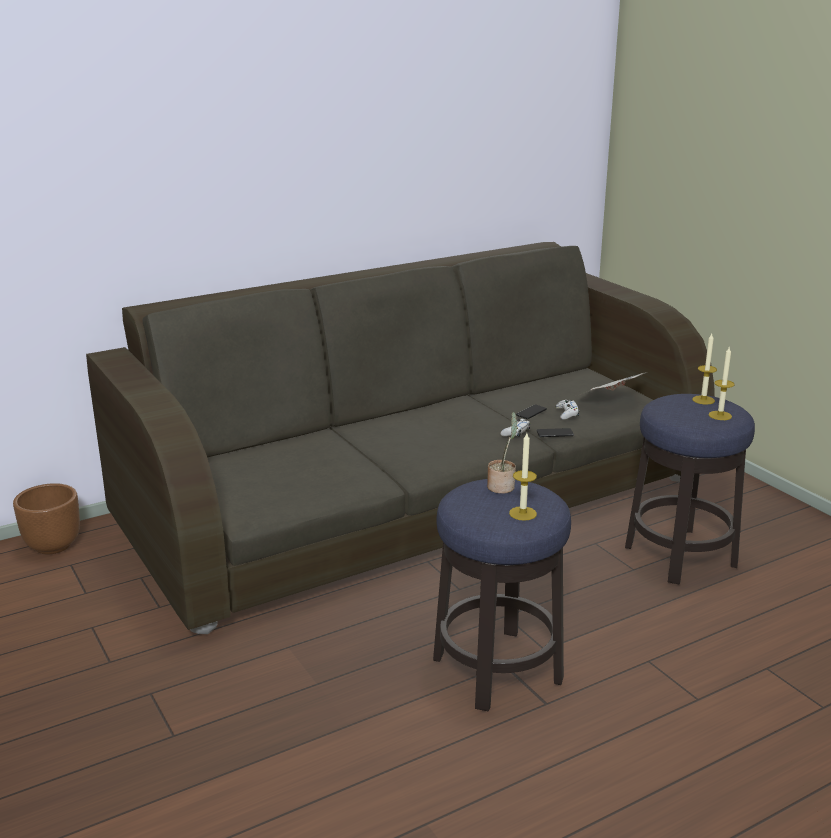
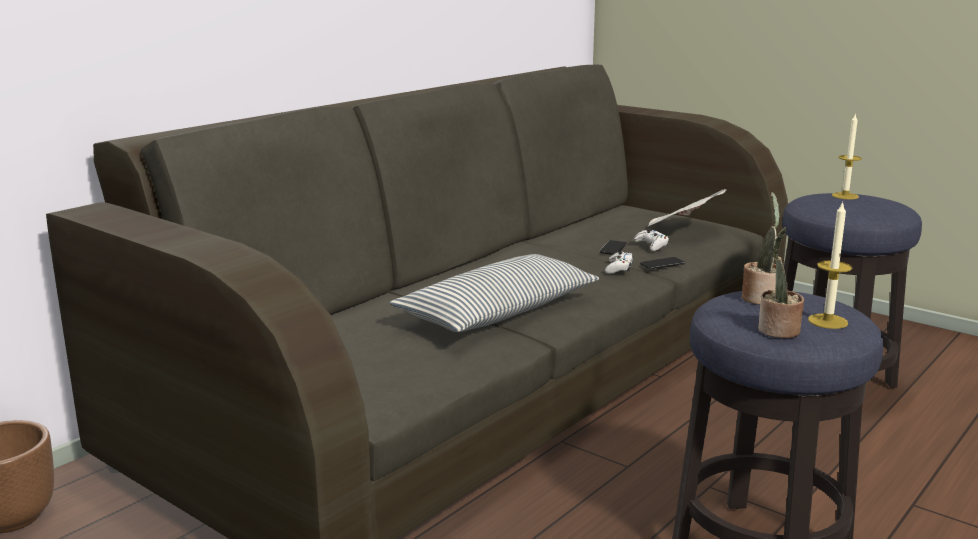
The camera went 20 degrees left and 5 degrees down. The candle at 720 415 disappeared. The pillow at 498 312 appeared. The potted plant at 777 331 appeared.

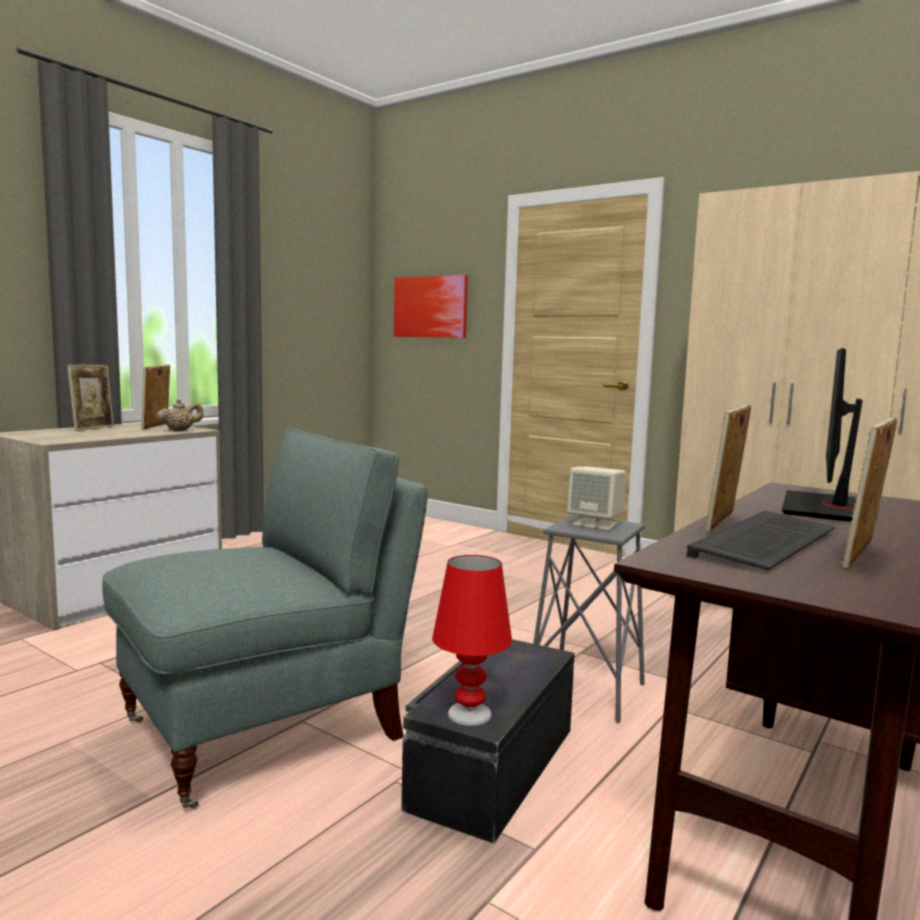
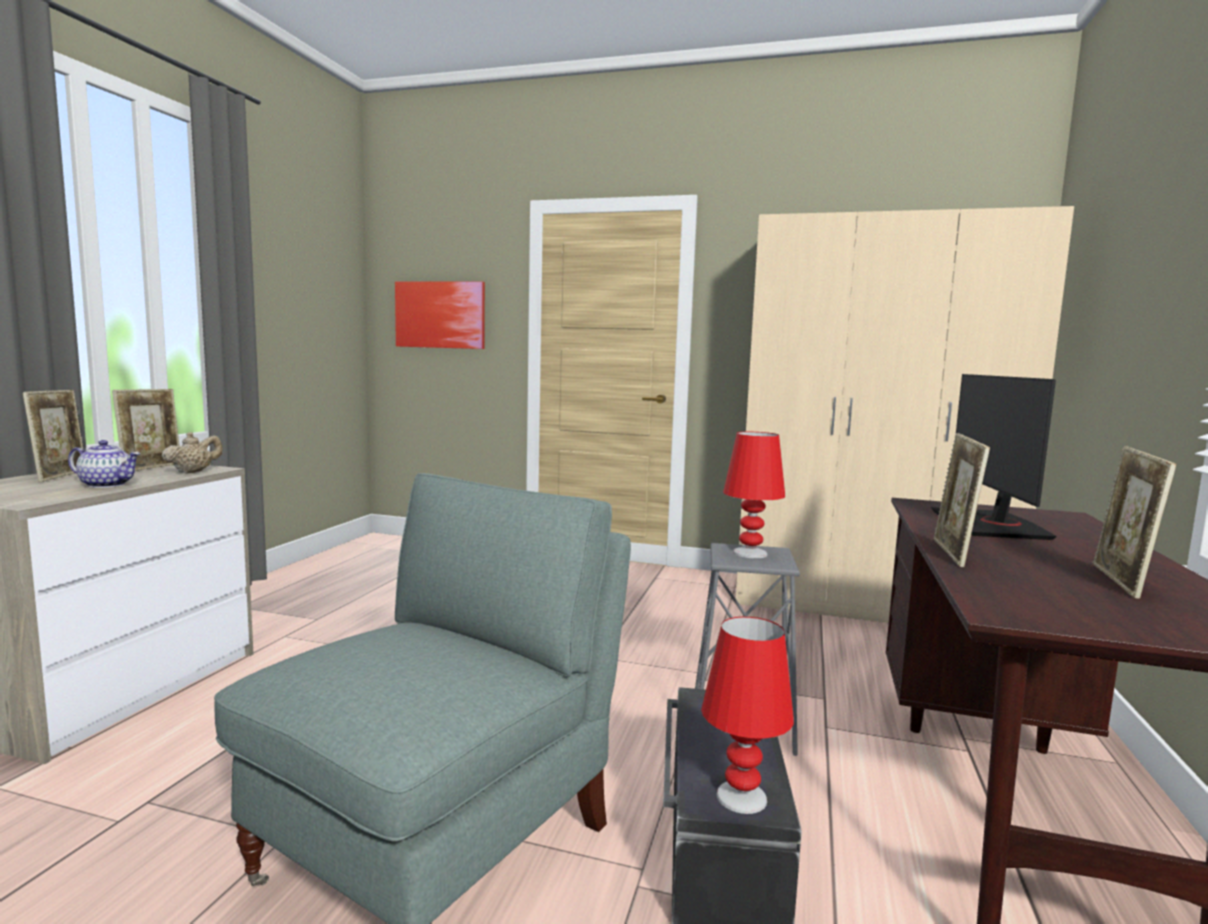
The camera went 20 degrees left and 0 degrees up. The picture frame at 157 427 turned 150 degrees counterclockwise. The beige speaker at 596 524 was replaced by the red table lamp at 750 553. The keyboard at 766 545 disappeared. The teapot at 107 485 appeared.

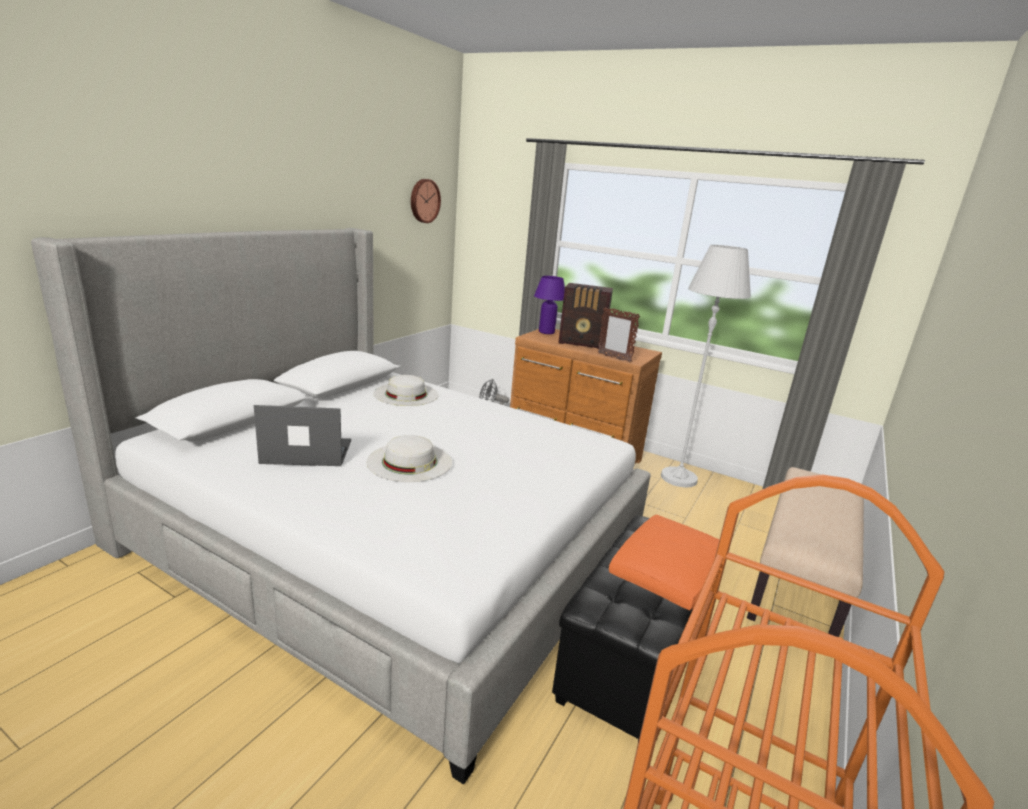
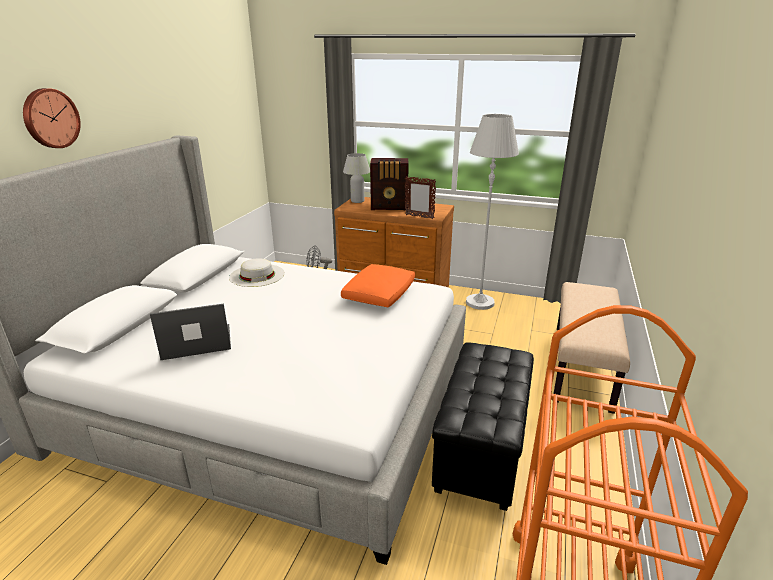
The camera went 10 degrees left and 5 degrees up. The white hat at 409 461 disappeared. The wall clock moved from 424 201 to 50 118. The purple table lamp at 546 332 became the white table lamp at 357 201. The orange pillow moved from 667 572 to 379 294.

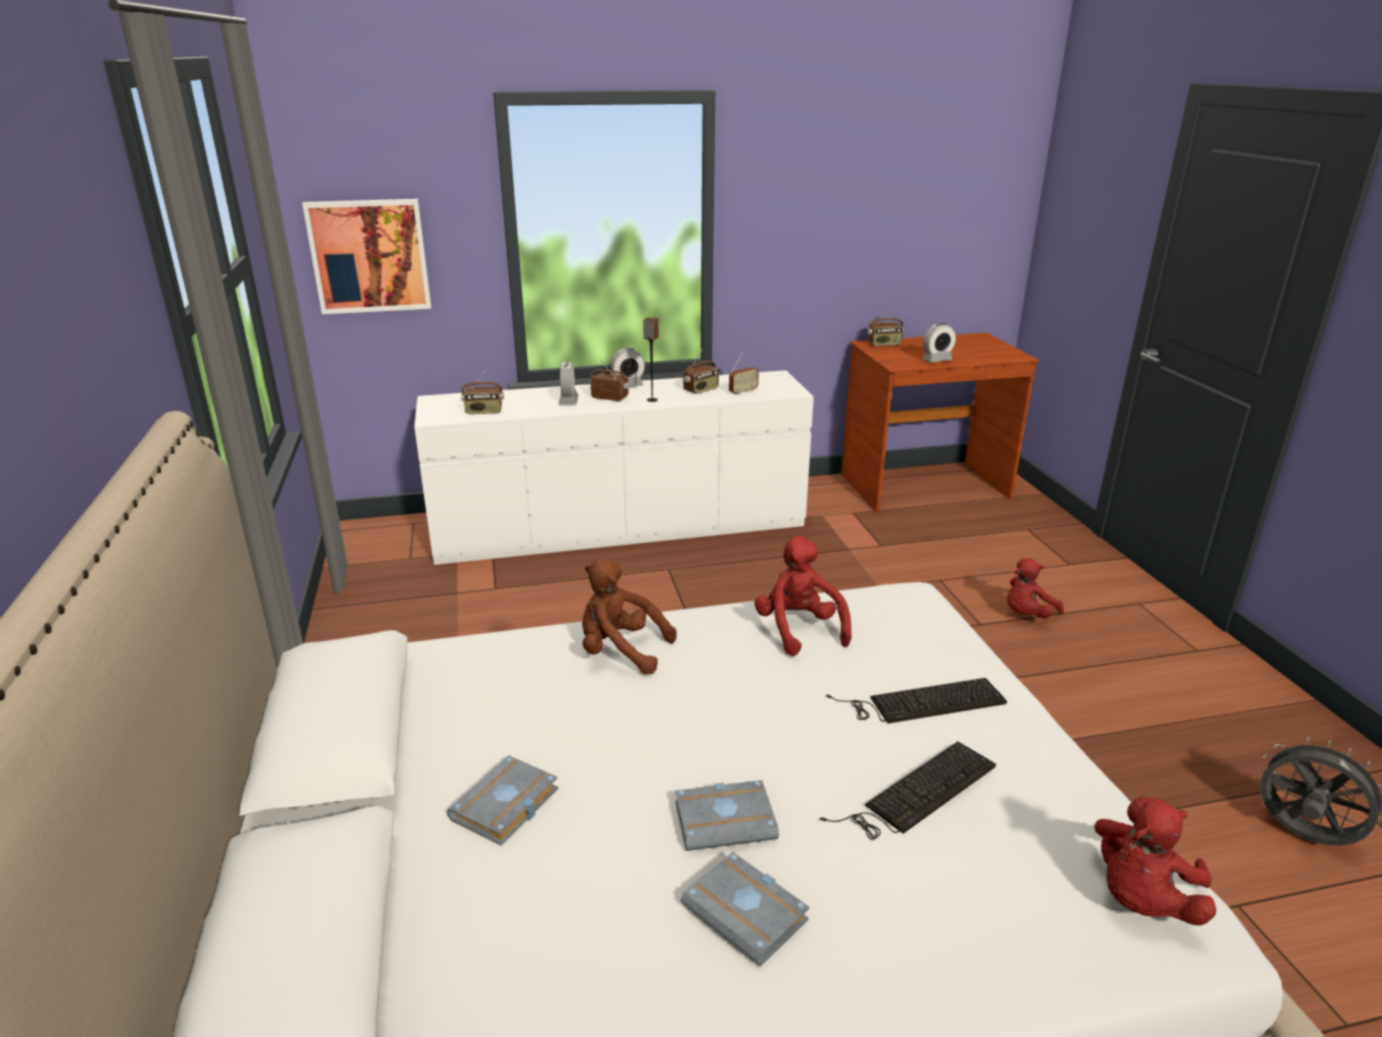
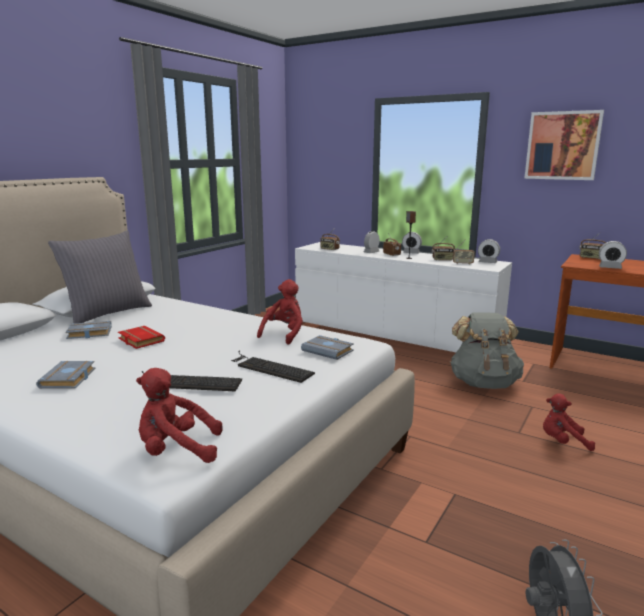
The camera went 45 degrees right and 10 degrees down. The picture moved from 369 256 to 562 145. The brown plush toy at 620 651 disappeared. The grey book moved from 726 819 to 329 351. The grey pillow at 107 313 appeared. The red book at 139 340 appeared. The grey backpack at 484 383 appeared. The alarm clock at 487 262 appeared.

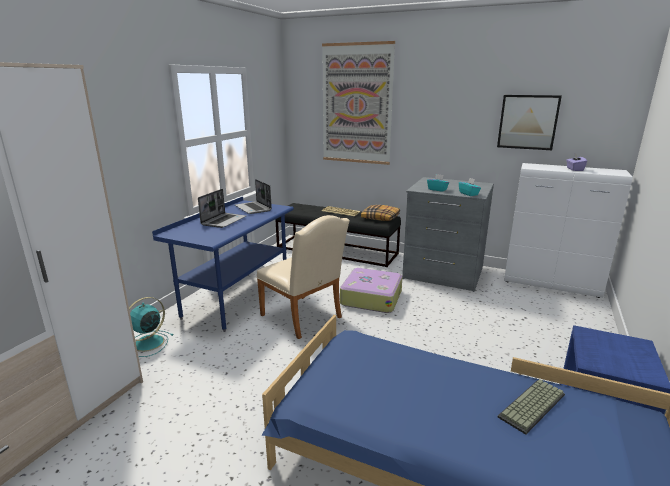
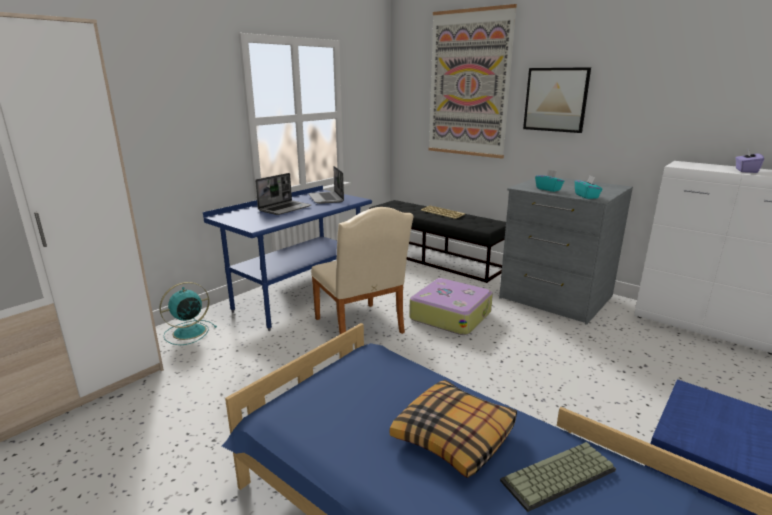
The camera went 15 degrees right and 0 degrees up. The pillow moved from 381 218 to 454 436. The picture moved from 528 122 to 555 100.

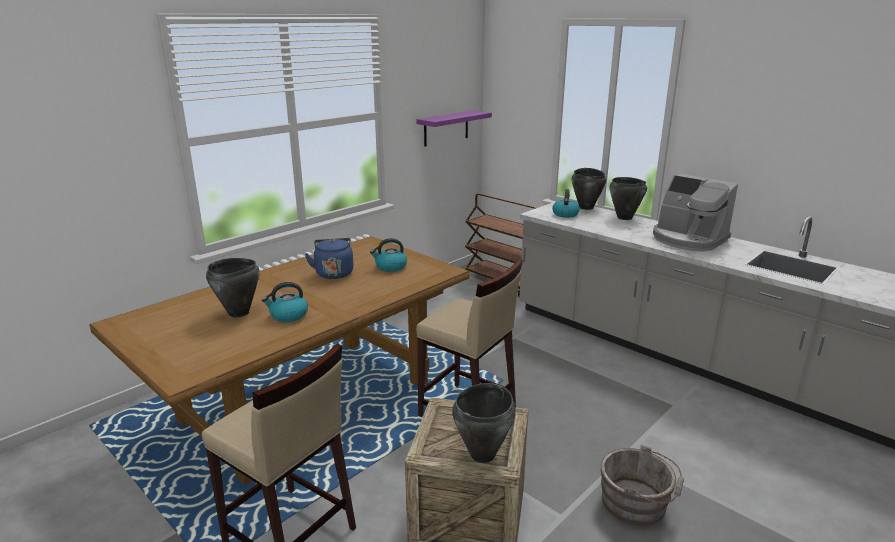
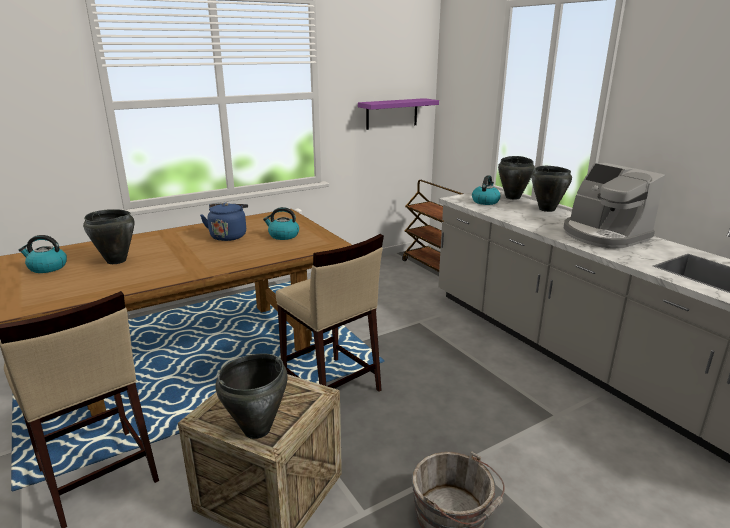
The camera went 15 degrees right and 0 degrees up. The kettle moved from 288 315 to 47 267.

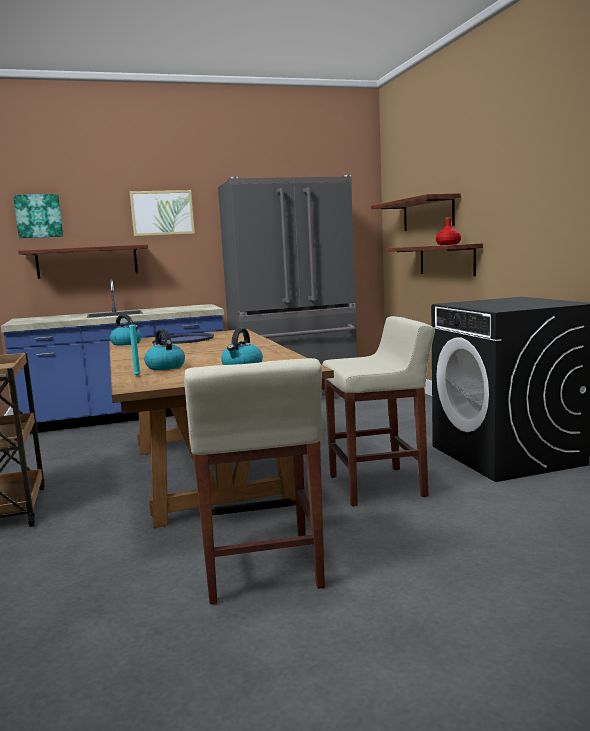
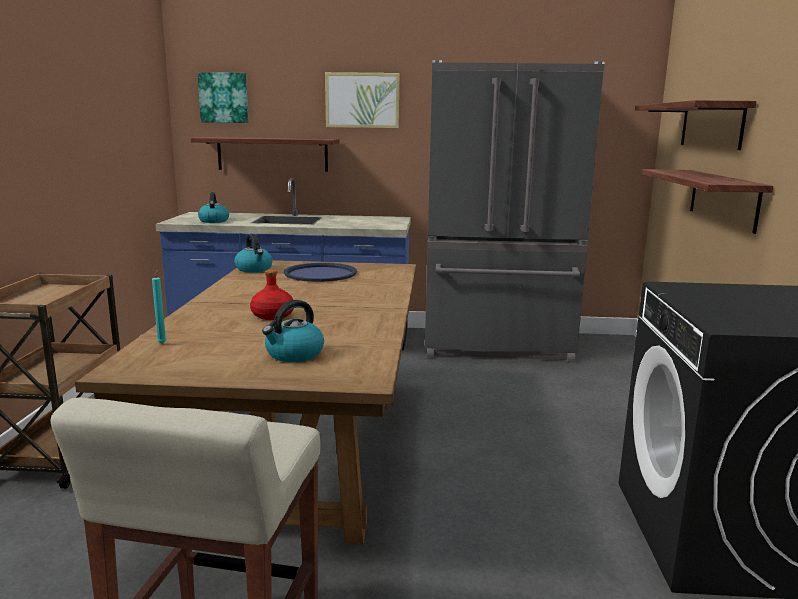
The camera went 20 degrees right and 5 degrees up. The kettle moved from 165 367 to 214 221. The beige stool at 378 486 disappeared. The red bottle moved from 448 244 to 273 315.

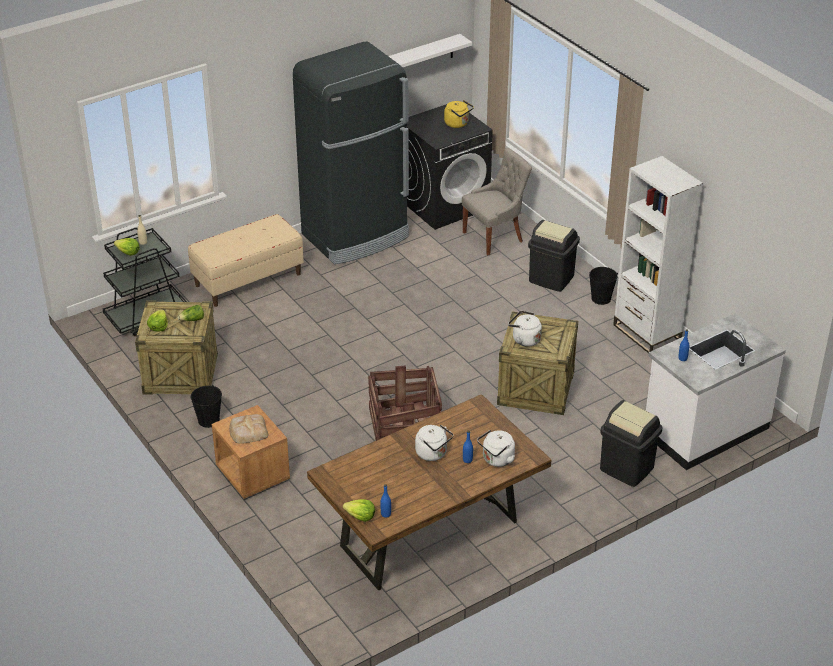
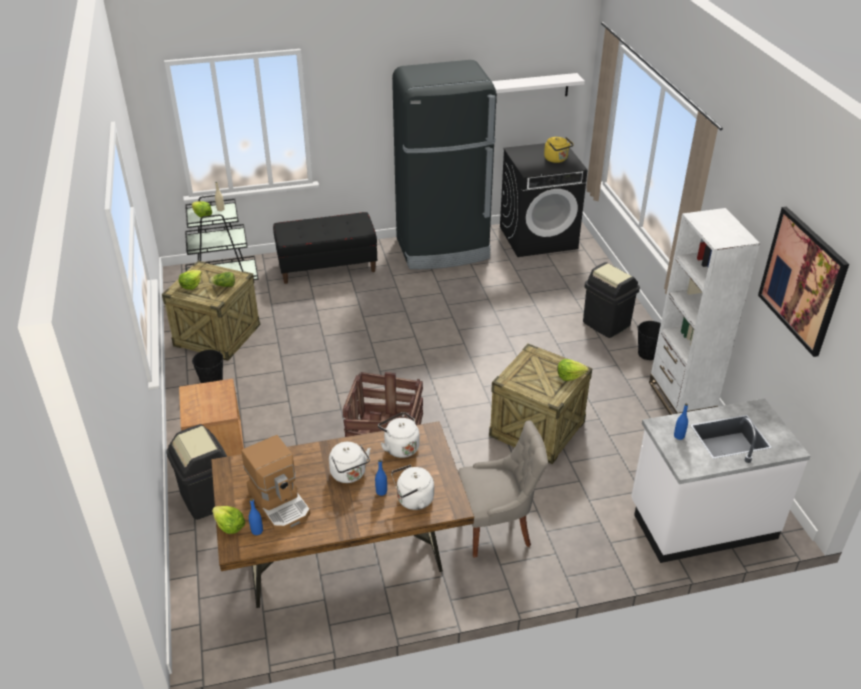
The camera went 20 degrees right and 0 degrees up. The beige bench at 248 279 became the black bench at 327 266. The bread at 248 431 disappeared. The grey chair moved from 494 237 to 497 528. The white kettle moved from 524 339 to 400 447. The black trash can moved from 627 468 to 207 498. The coffee machine at 280 503 appeared. The lettuce at 570 375 appeared. The picture at 802 280 appeared.

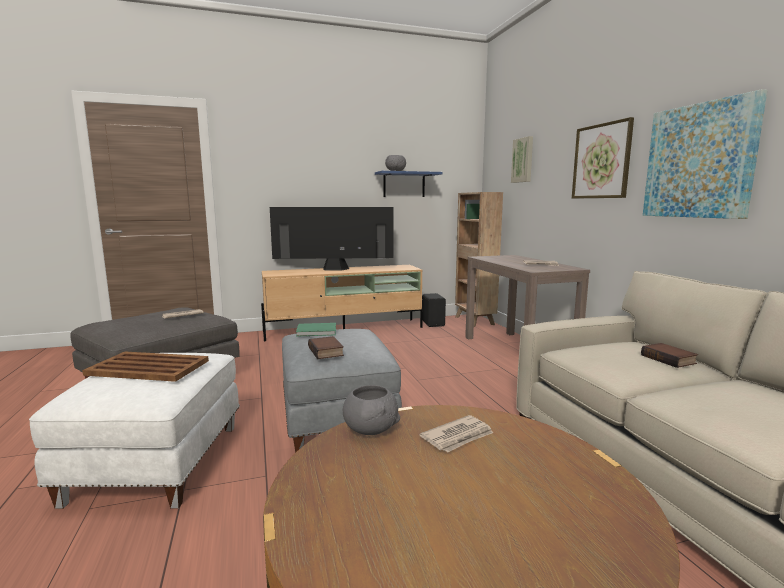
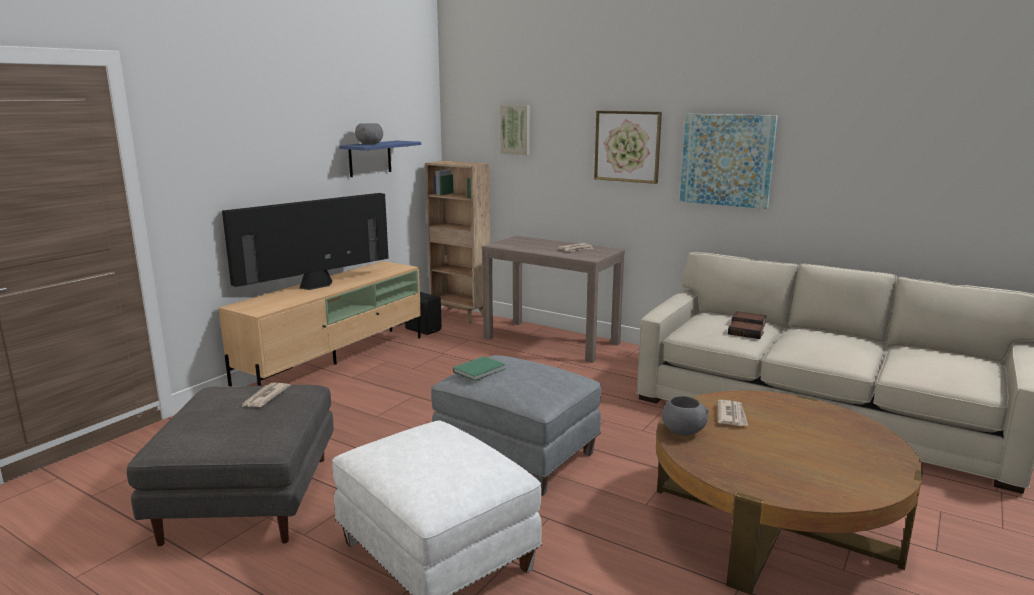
The camera went 40 degrees left and 5 degrees up. The brown tray at 147 367 disappeared. The book moved from 327 351 to 746 333.

